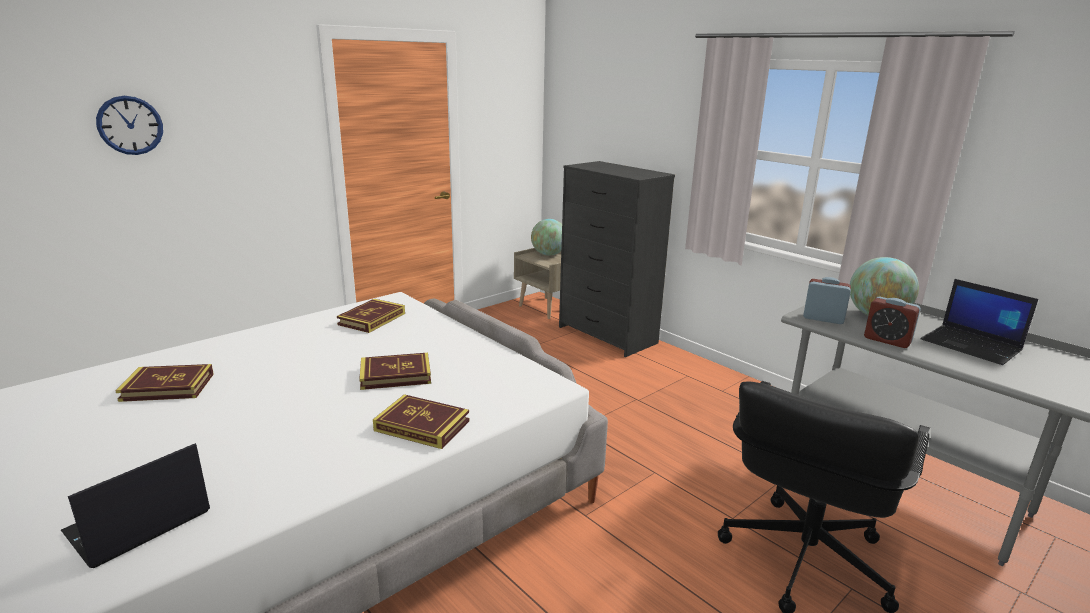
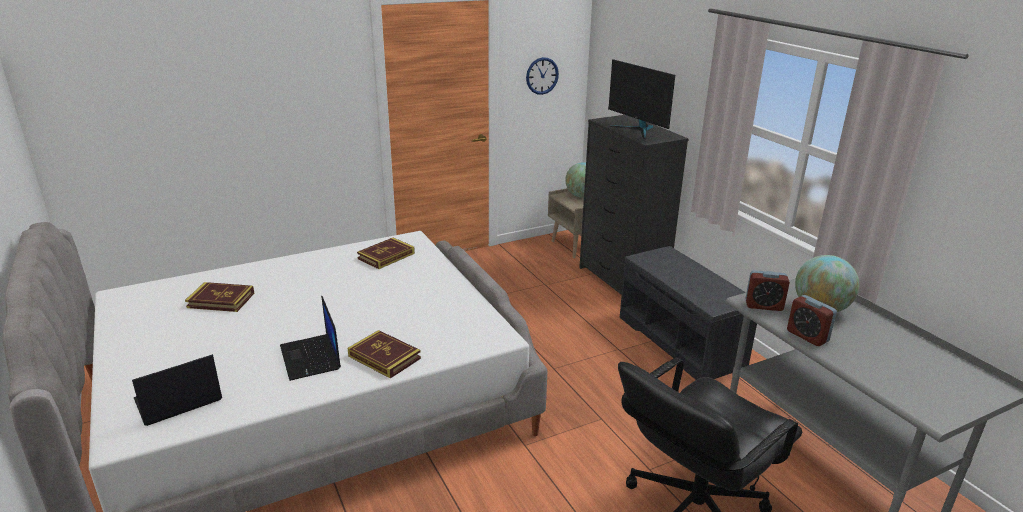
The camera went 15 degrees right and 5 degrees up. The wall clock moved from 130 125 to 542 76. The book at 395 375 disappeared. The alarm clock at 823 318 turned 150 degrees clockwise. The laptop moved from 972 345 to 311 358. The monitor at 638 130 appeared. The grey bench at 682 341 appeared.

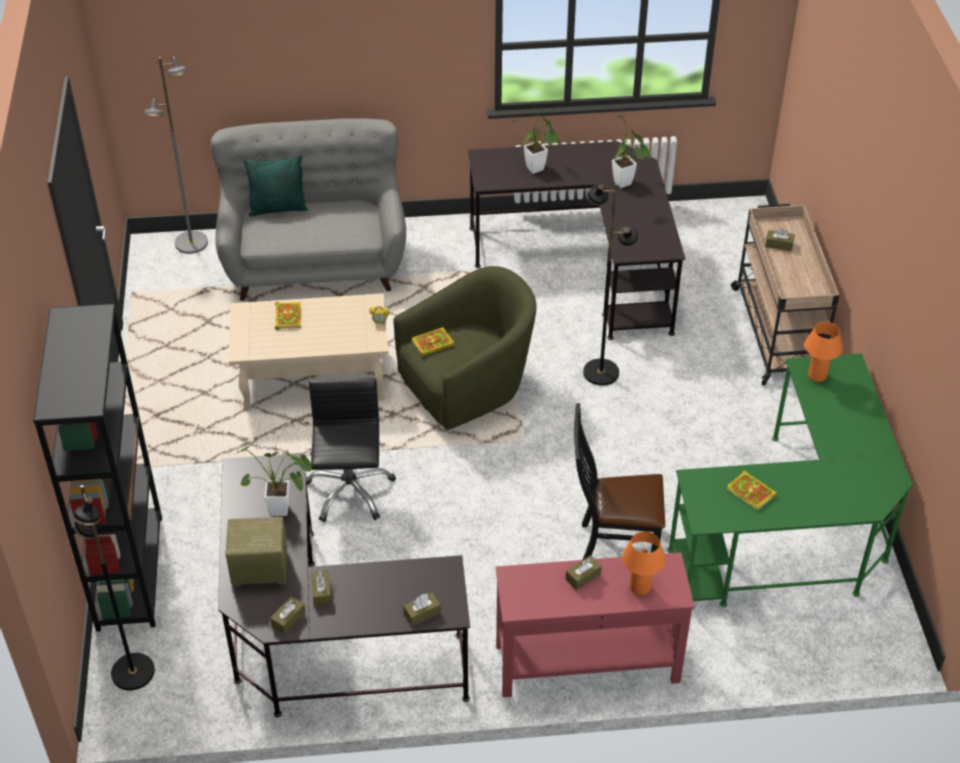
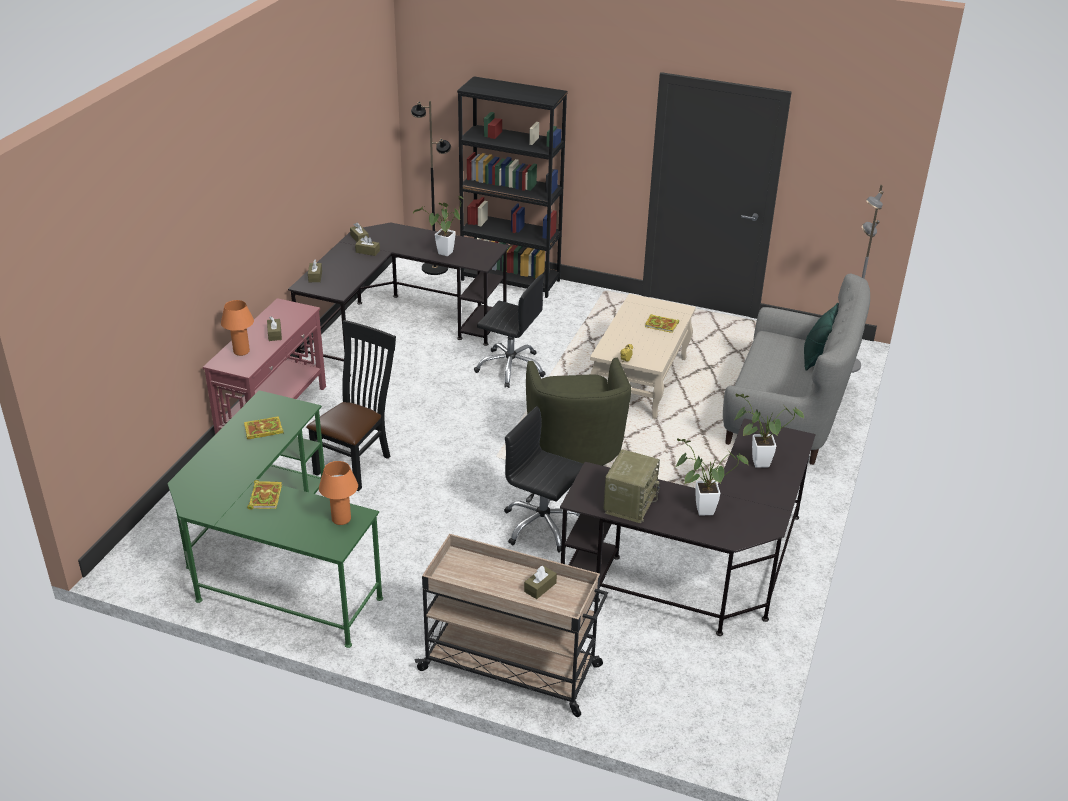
The camera went 115 degrees right and 10 degrees down. The radio moved from 258 569 to 629 503. The book moved from 432 344 to 265 496. The black floor lamp at 600 372 was replaced by the black office chair at 542 525.

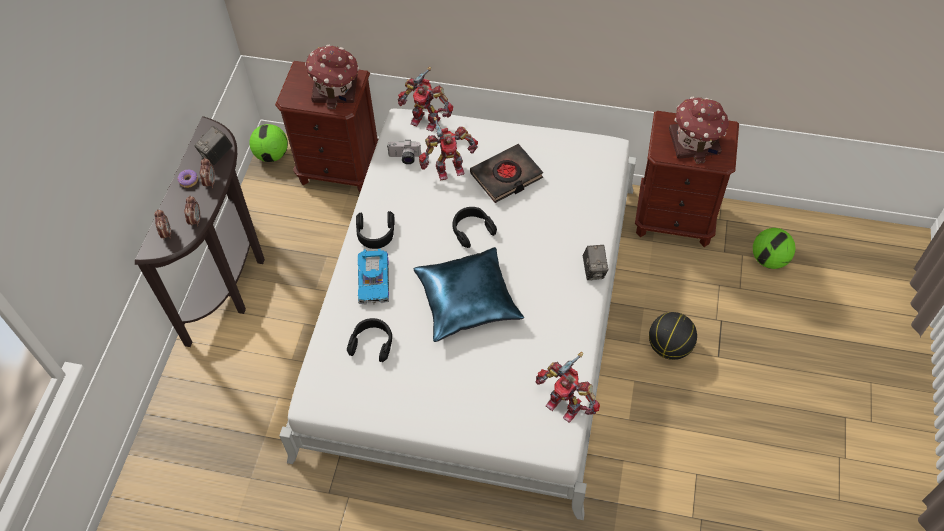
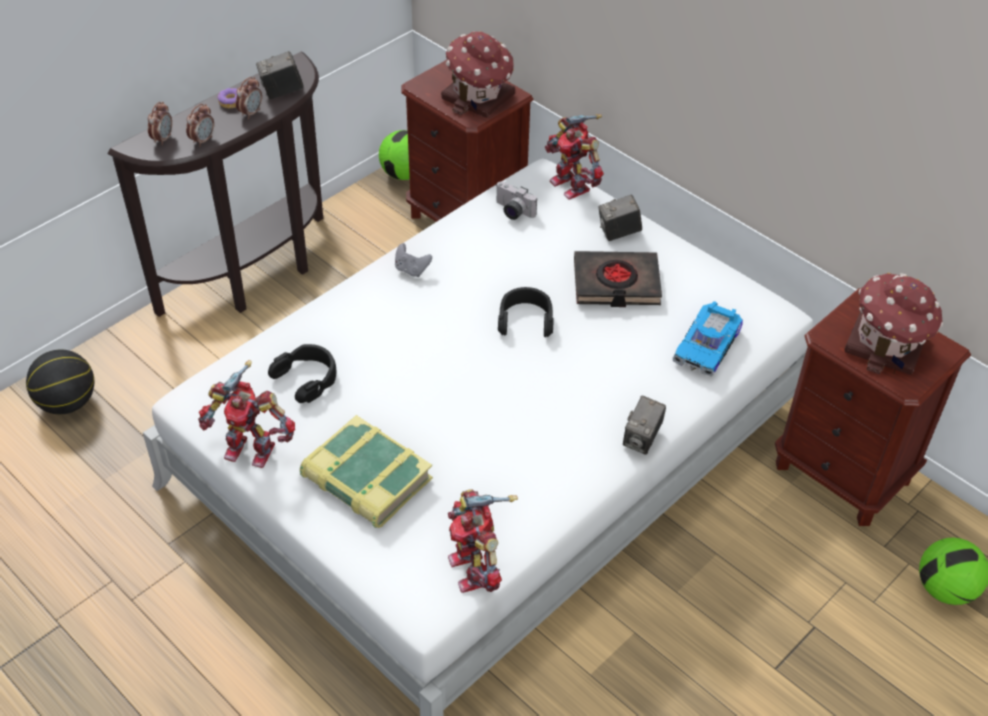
The camera went 30 degrees right and 10 degrees down. The black headphones at 375 233 was replaced by the grey game controller at 411 270. The toy car moved from 375 280 to 708 346. The blue pillow at 467 300 disappeared. The toy robot moved from 449 168 to 251 448. The basketball moved from 669 347 to 67 403. The book at 366 479 appeared. The photo camera at 618 233 appeared.

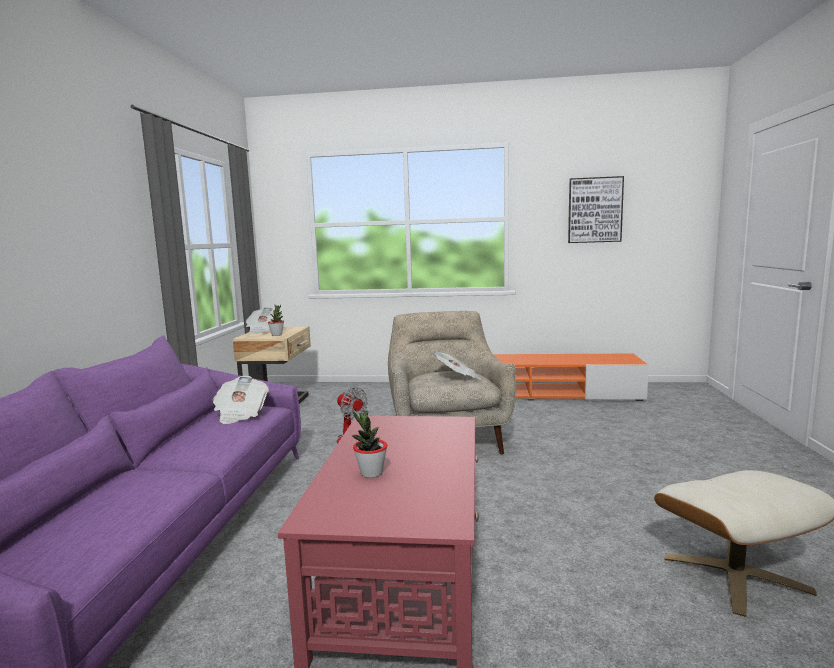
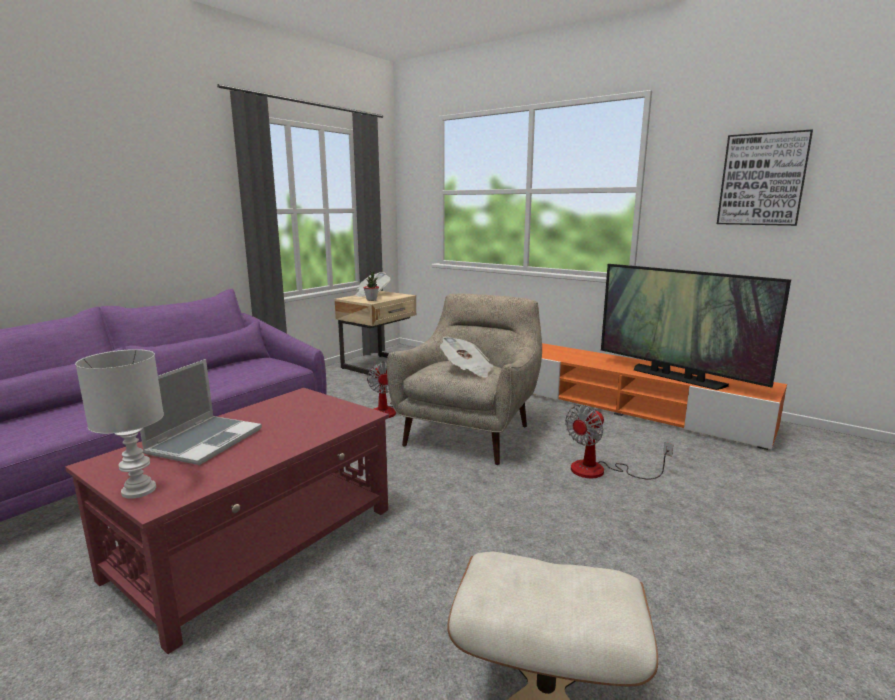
The camera went 30 degrees right and 5 degrees up. The newspaper at 240 414 disappeared. The potted plant at 371 473 was replaced by the laptop at 205 441. The white table lamp at 140 490 appeared. The fan at 600 471 appeared. The television at 676 377 appeared.

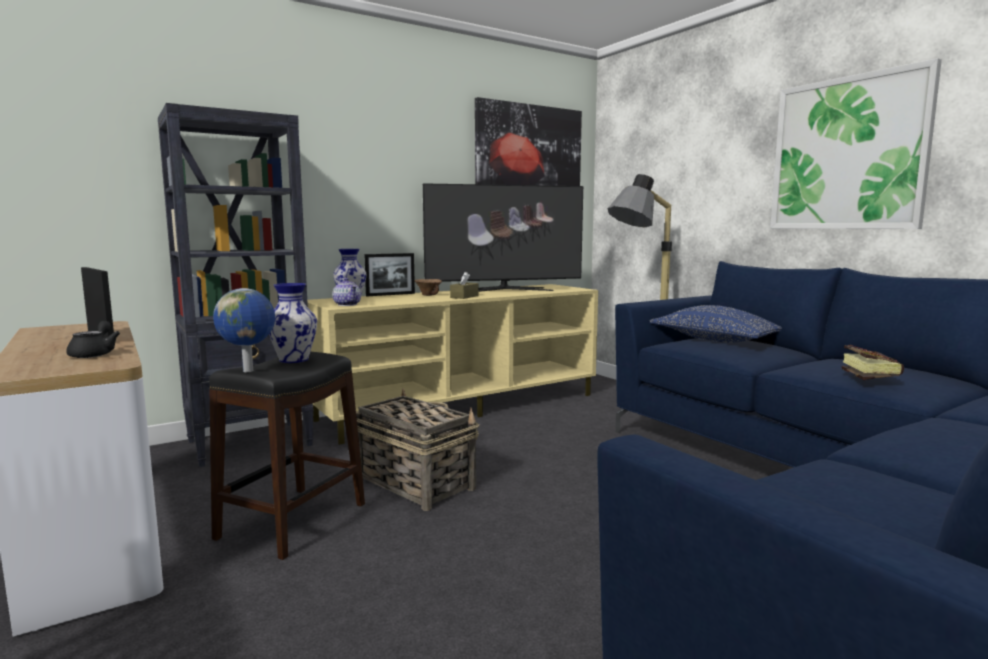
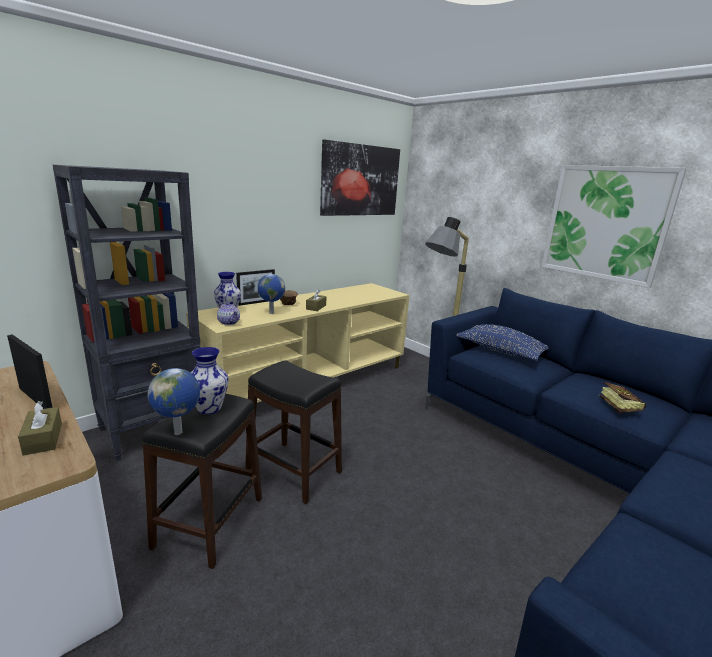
The camera went 10 degrees left and 10 degrees up. The black teapot at 95 354 was replaced by the brown tissue box at 43 439. The basket at 414 482 was replaced by the black stool at 293 471. The television at 504 290 disappeared. The globe at 271 313 appeared.

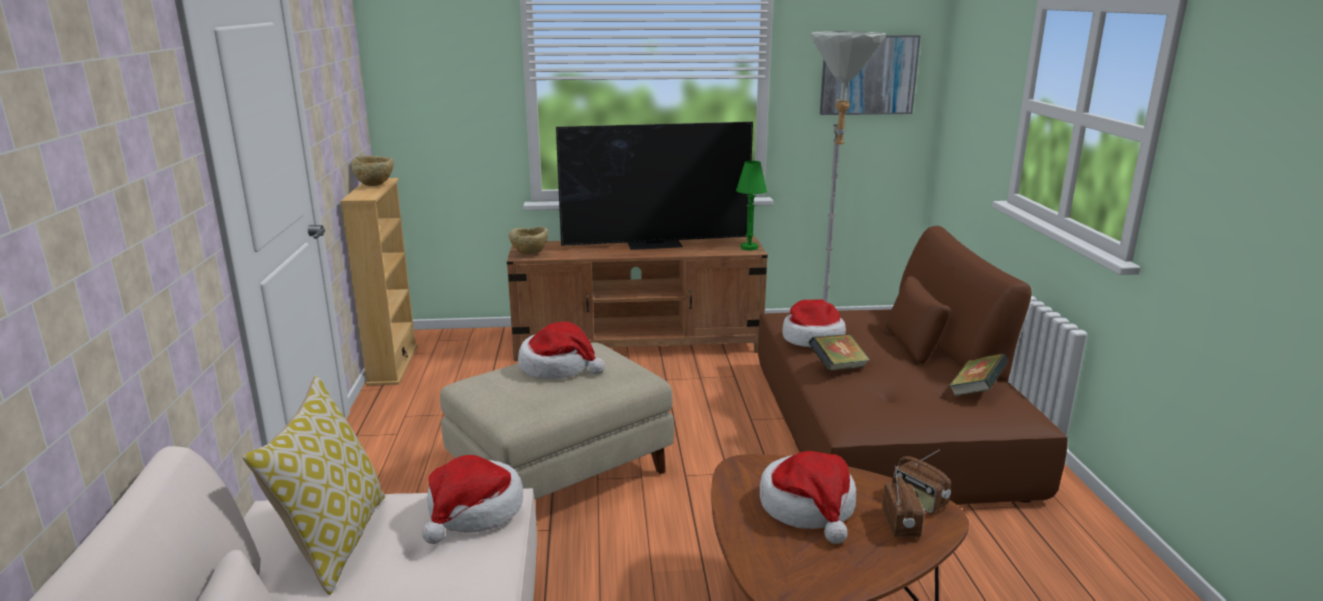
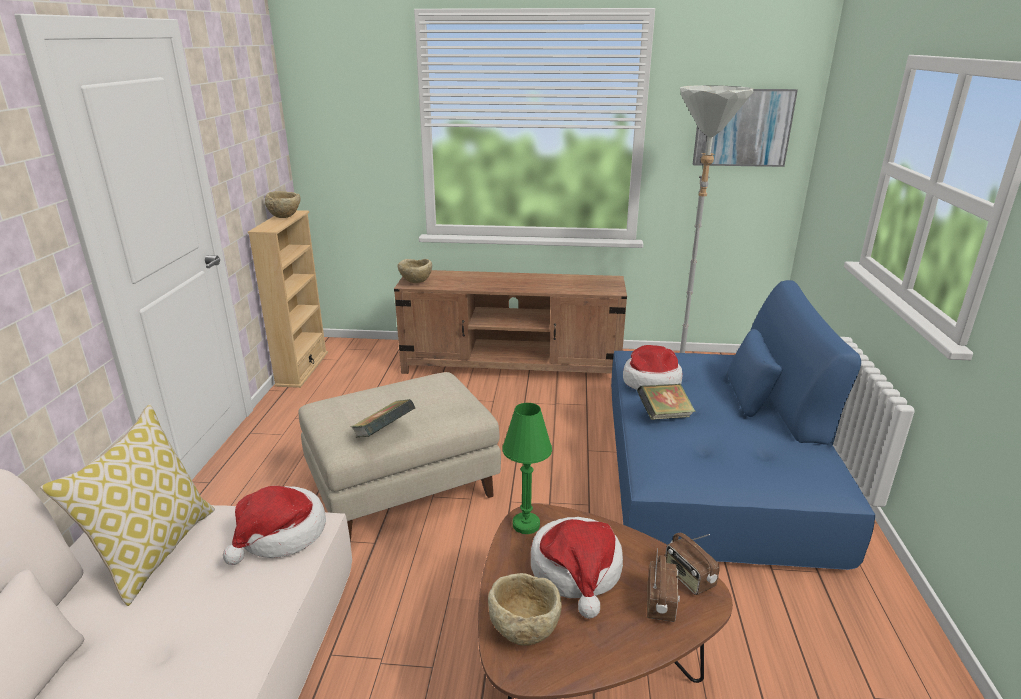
The camera went 10 degrees right and 5 degrees up. The hat at 558 367 disappeared. The television at 655 244 disappeared. The green table lamp moved from 749 247 to 526 525. The brown sofa at 884 425 became the blue sofa at 711 469. The book moved from 976 391 to 384 434. The beige bowl at 524 629 appeared.

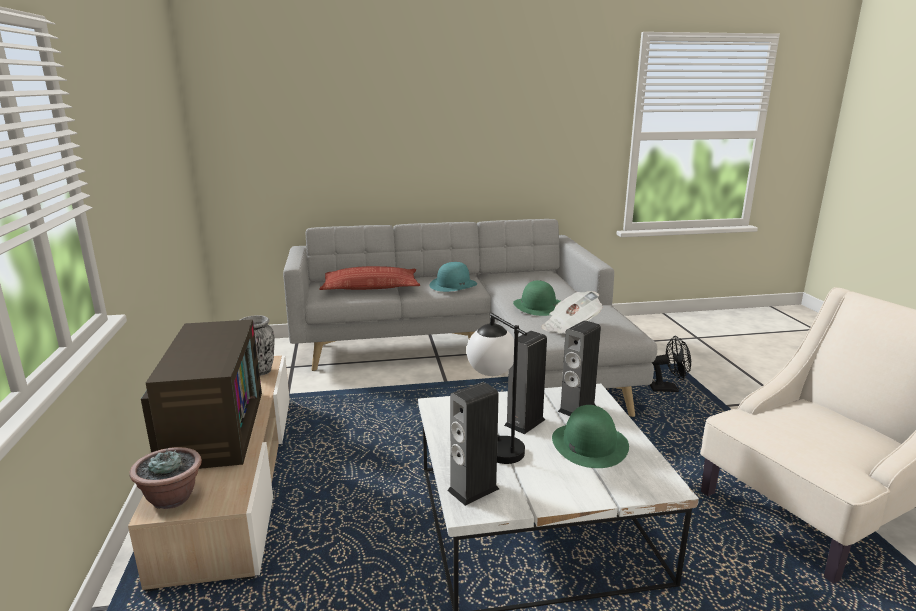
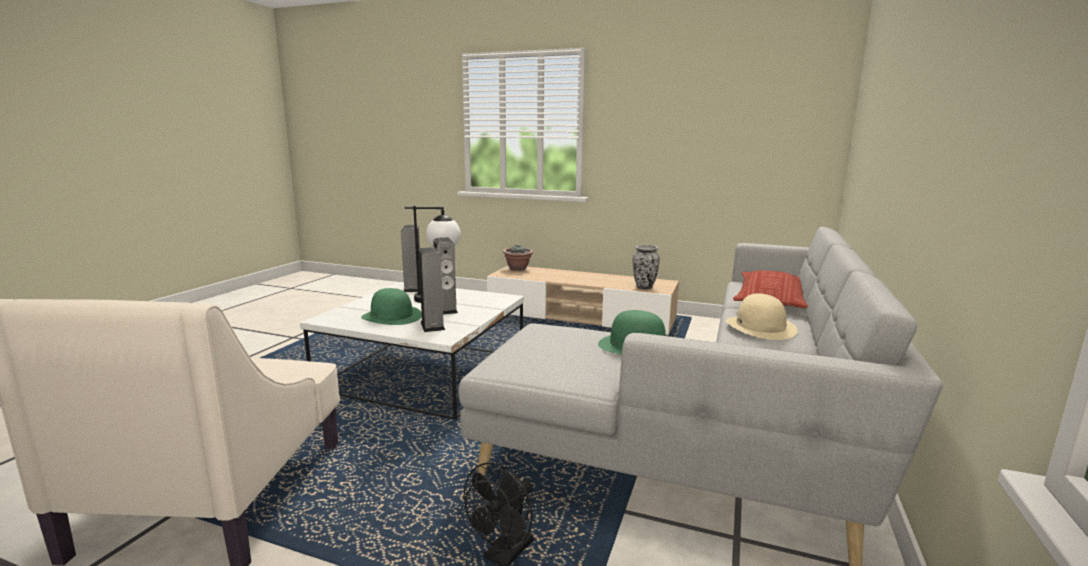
The camera went 120 degrees right and 5 degrees down. The television at 213 427 disappeared. The turquoise hat at 453 284 became the beige hat at 760 327. The newspaper at 570 327 disappeared.

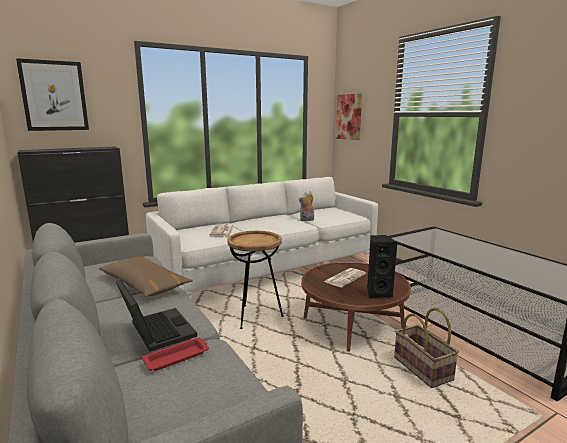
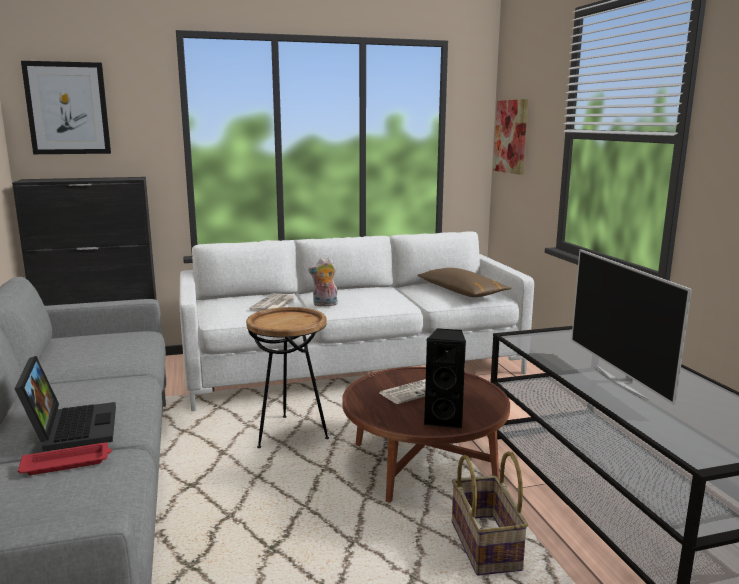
The camera went 15 degrees right and 0 degrees up. The brown pillow moved from 144 285 to 461 291. The plush toy moved from 307 220 to 324 305. The television at 622 382 appeared.

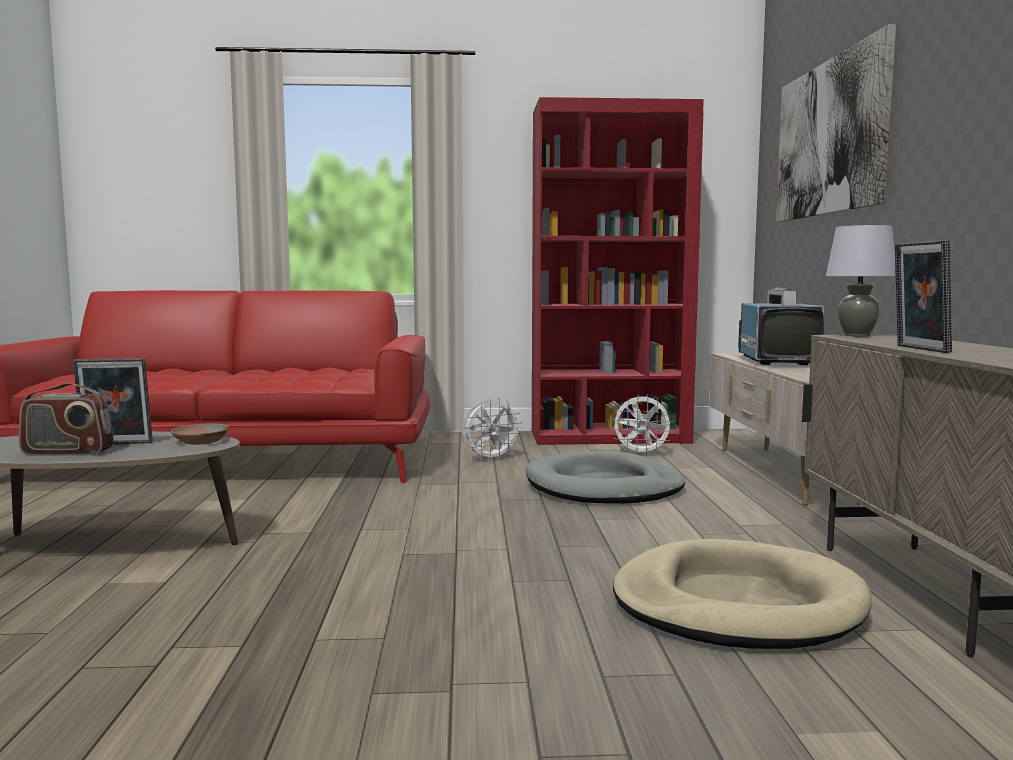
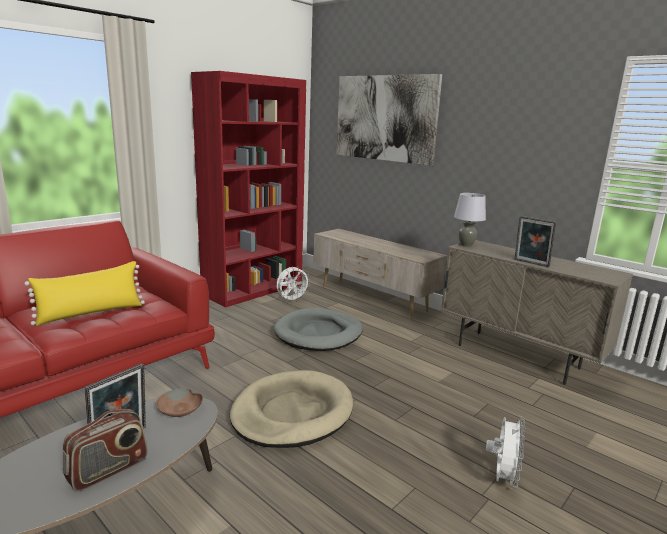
The camera went 45 degrees left and 10 degrees up. The white fan moved from 490 459 to 502 478. The beige dog bed moved from 736 604 to 292 413. The television at 776 361 disappeared. The yellow pillow at 91 313 appeared.

